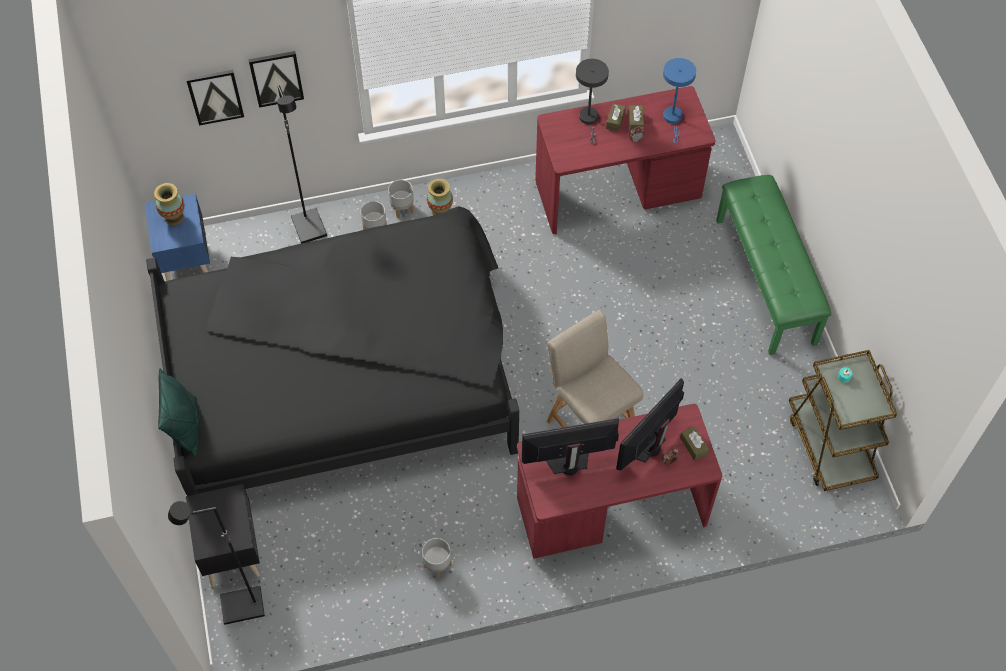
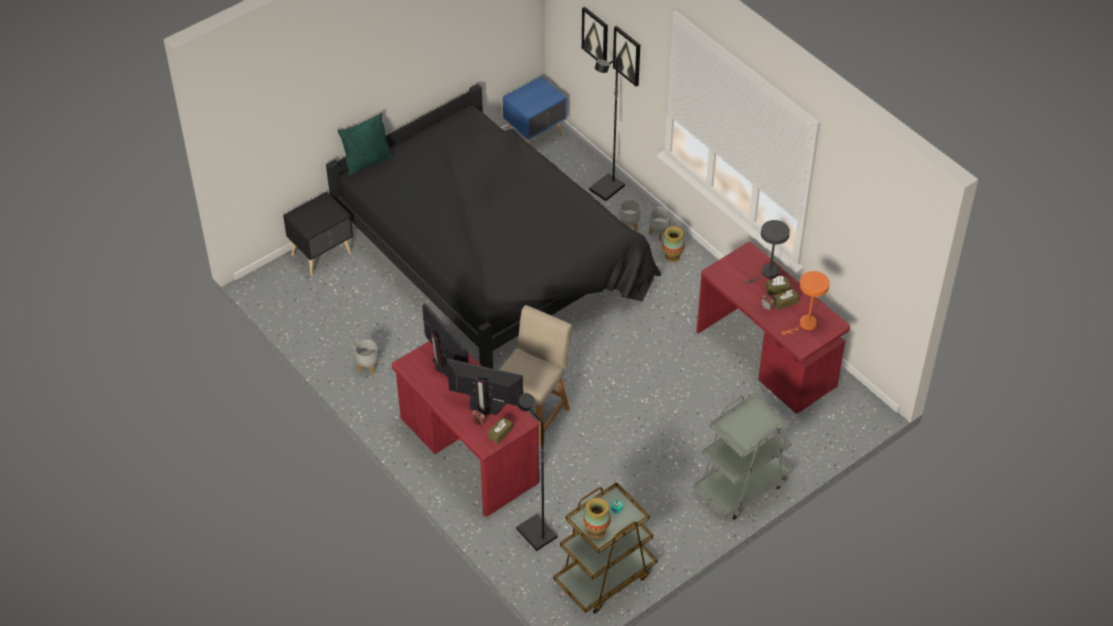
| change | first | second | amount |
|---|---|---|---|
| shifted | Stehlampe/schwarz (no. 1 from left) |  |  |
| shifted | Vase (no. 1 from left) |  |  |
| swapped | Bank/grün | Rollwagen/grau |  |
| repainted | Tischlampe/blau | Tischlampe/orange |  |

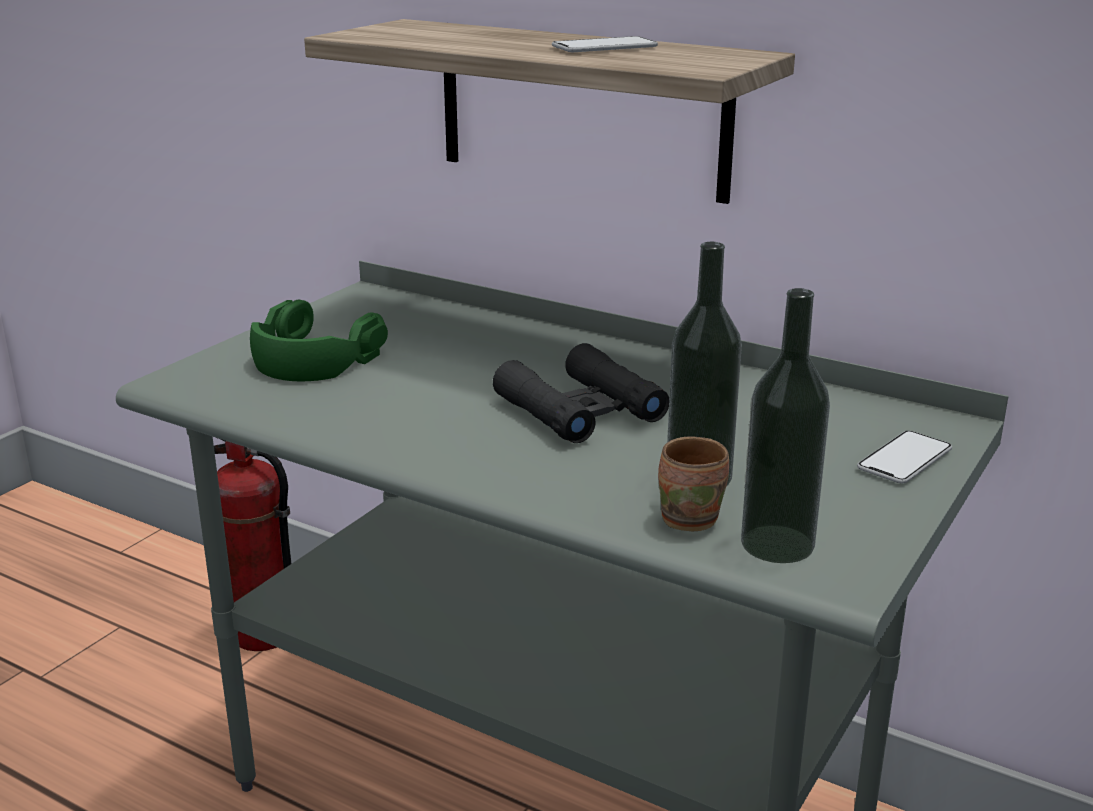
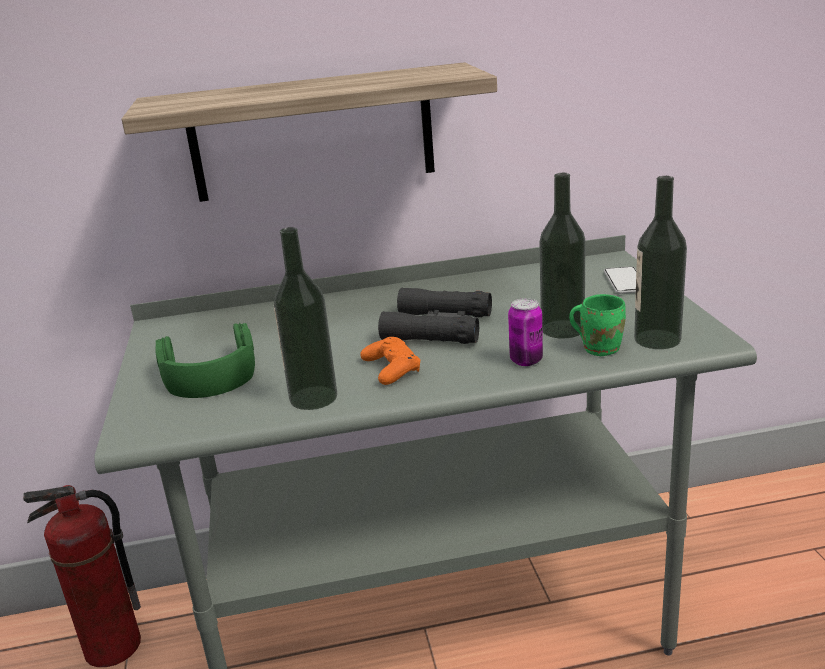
| change | first | second | amount |
|---|---|---|---|
| new |  | Flasche (no. 1 from left) |  |
| new |  | Gamepad/orange |  |
| new |  | Dose |  |
| repainted | Henkelbecher/braun | Henkelbecher/grün |  |
| gone | Handy (no. 1 from left) |  |  |

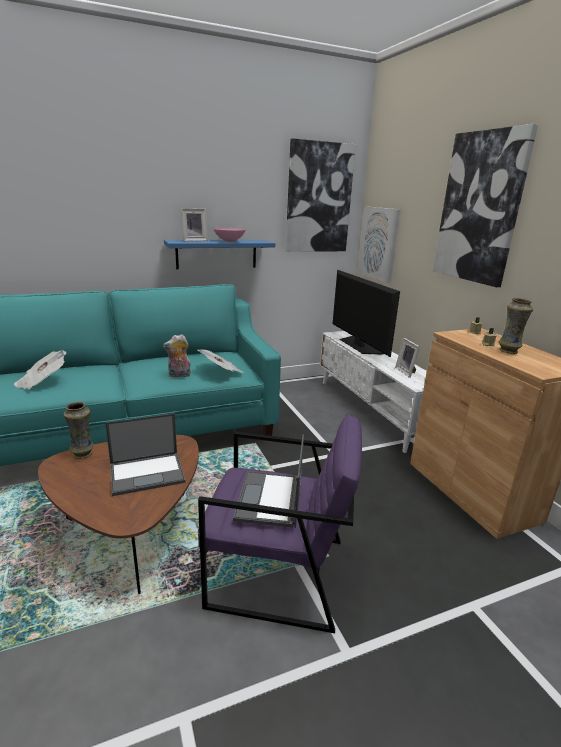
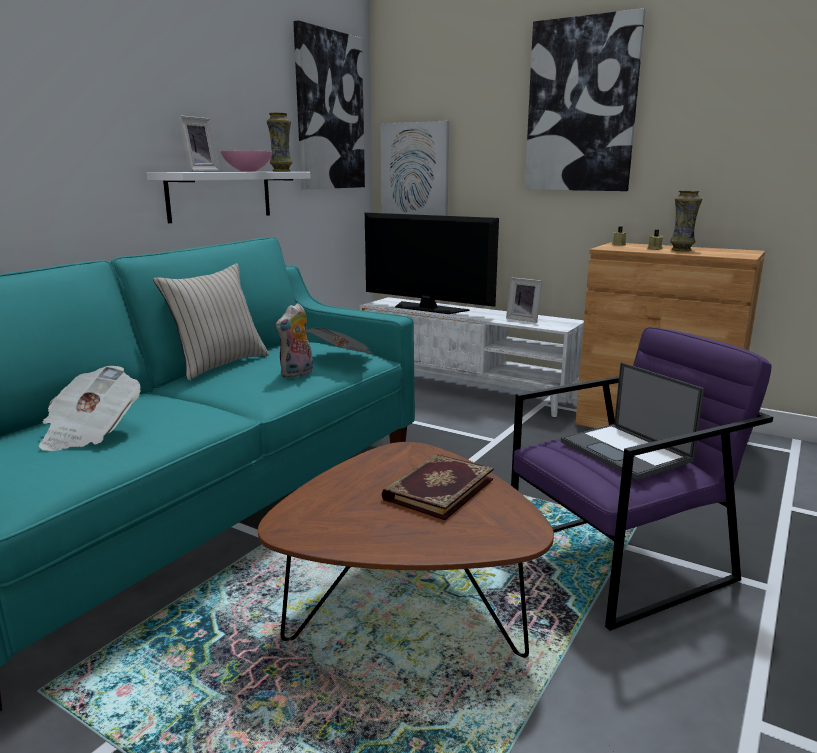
| change | first | second | amount |
|---|---|---|---|
| repainted | Wandregal/blau | Wandregal/weiß |  |
| new |  | Kissen/beige |  |
| shifted | Vase (no. 1 from left) |  |  |
| swapped | Laptop (no. 1 from left) | Buch |  |

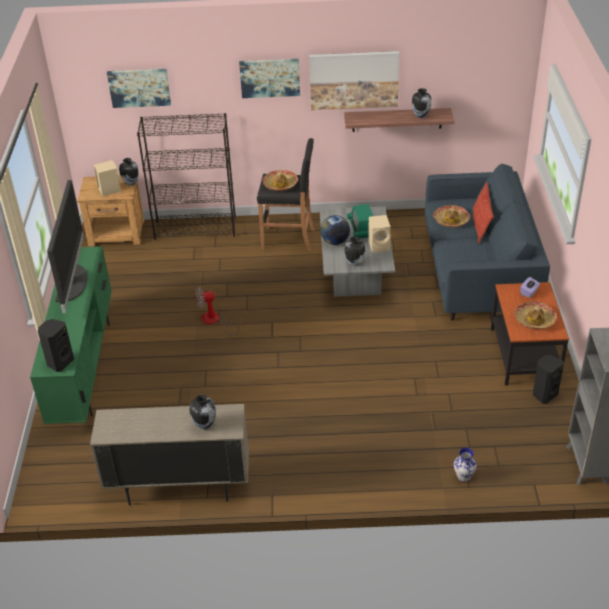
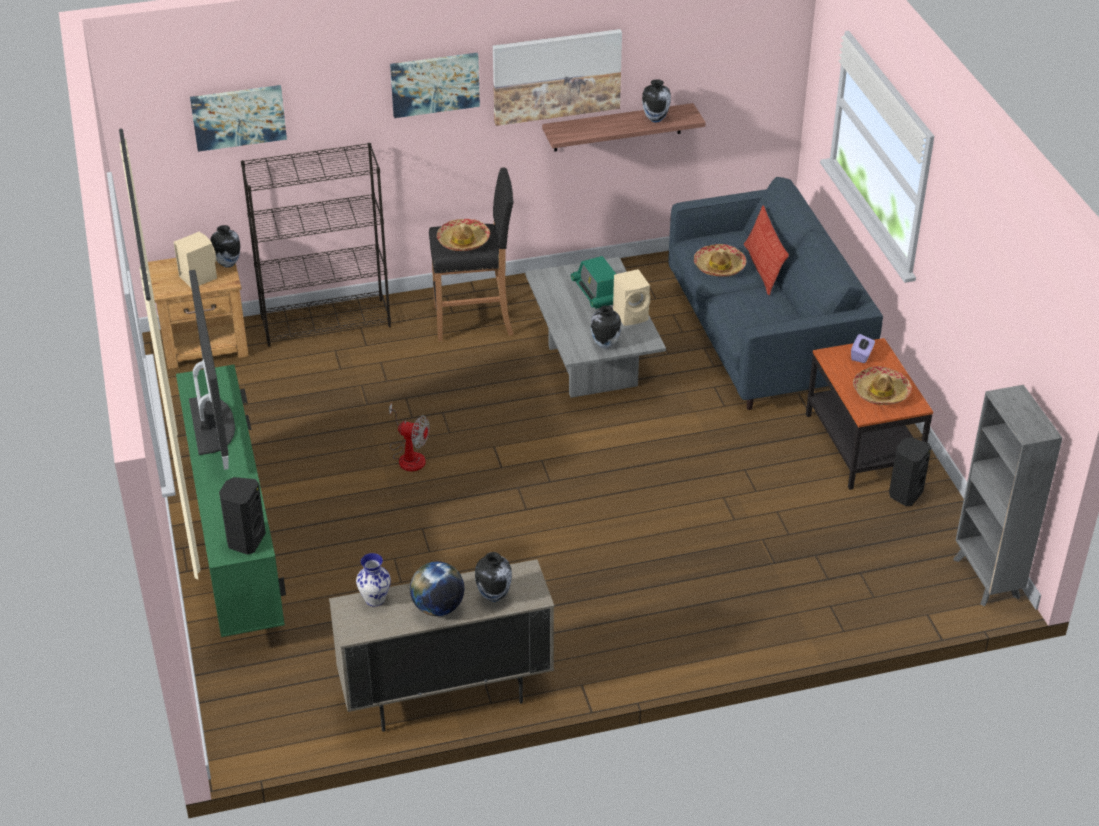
| change | first | second | amount |
|---|---|---|---|
| shifted | Vase (no. 5 from left in the first image) | Vase (no. 2 from left) |  |
| rotated | Ventilator |  | 135 degrees counterclockwise |
| shifted | Globus |  |  |

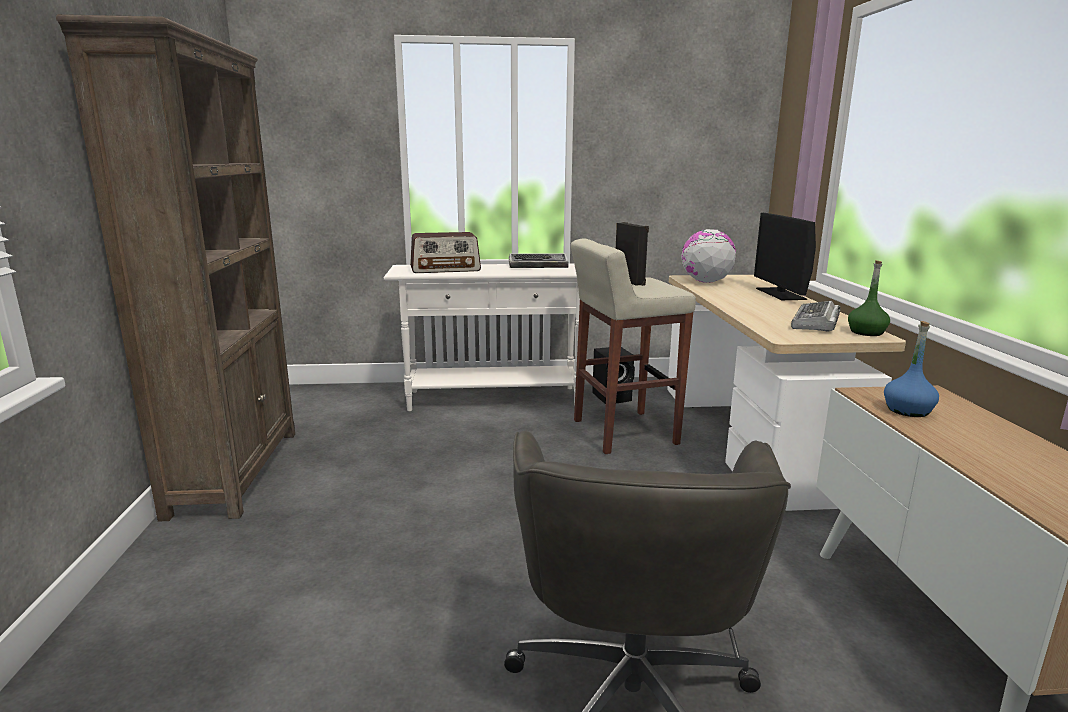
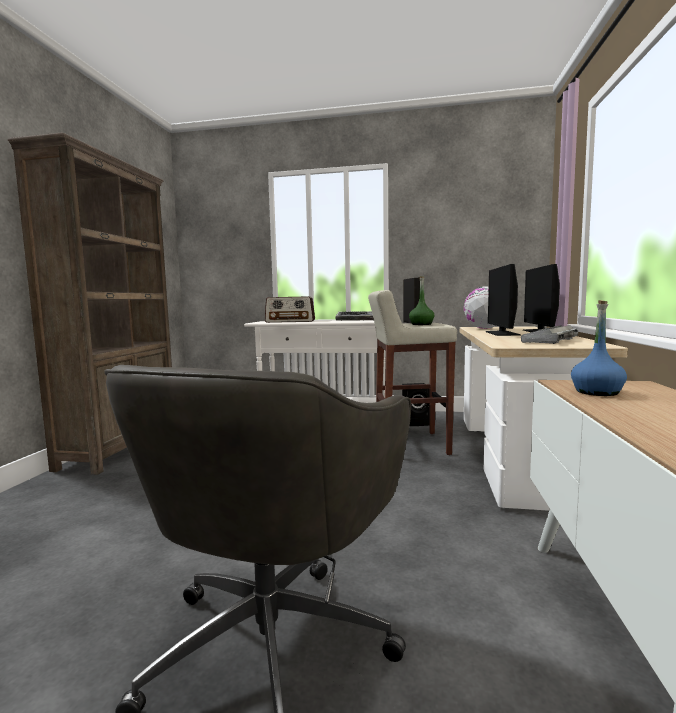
| change | first | second | amount |
|---|---|---|---|
| shifted | Flasche/grün |  |  |
| new |  | Monitor (no. 1 from left) |  |

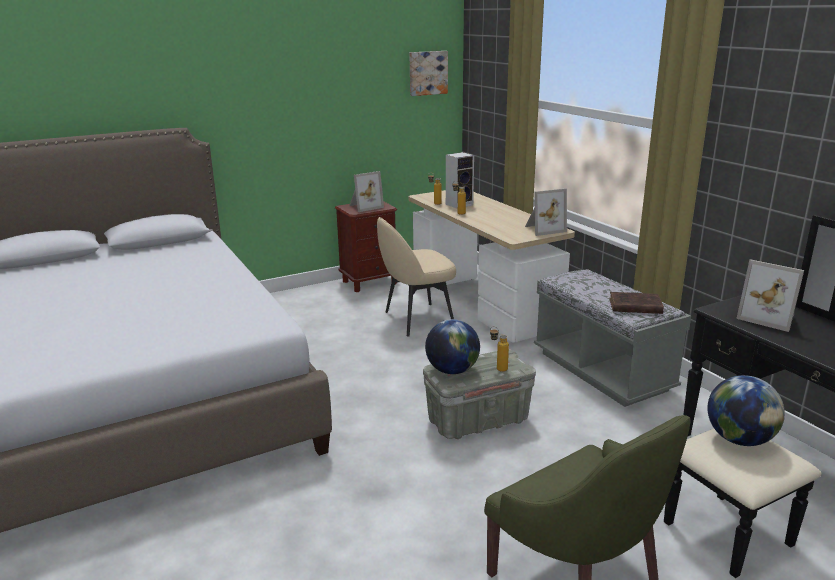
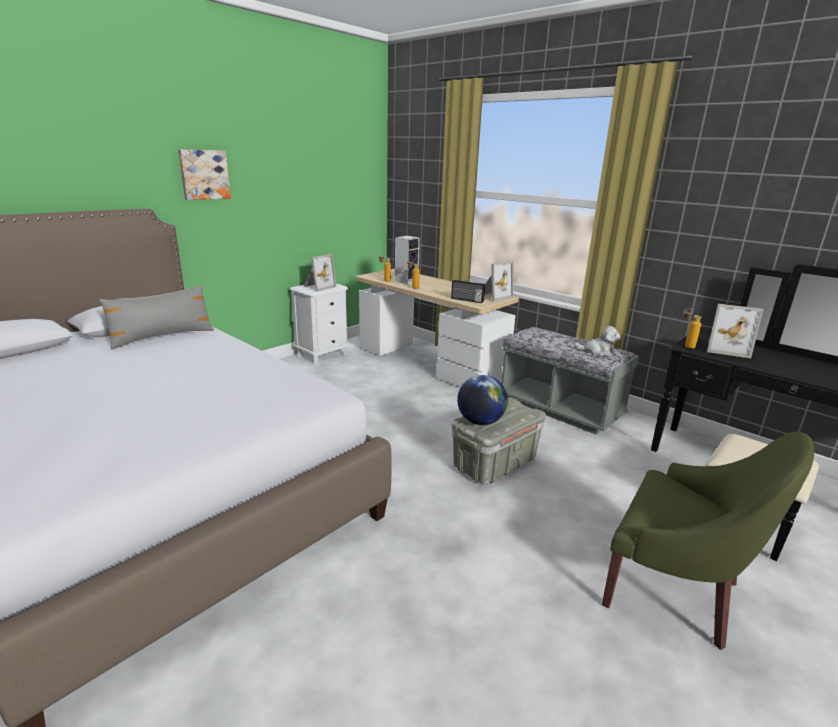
| change | first | second | amount |
|---|---|---|---|
| new |  | Kissen/grau |  |
| shifted | Bild |  |  |
| repainted | Nachttisch/braun | Nachttisch/weiß |  |
| new |  | Radio |  |
| swapped | Buch/braun | Plüschtier |  |
| shifted | Flasche (no. 3 from left) |  |  |
| gone | Stuhl/beige |  |  |
| gone | Globus (no. 2 from left) |  |  |

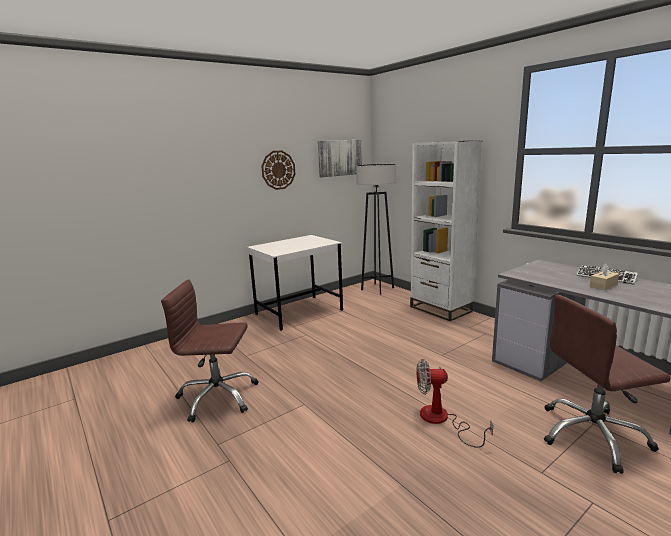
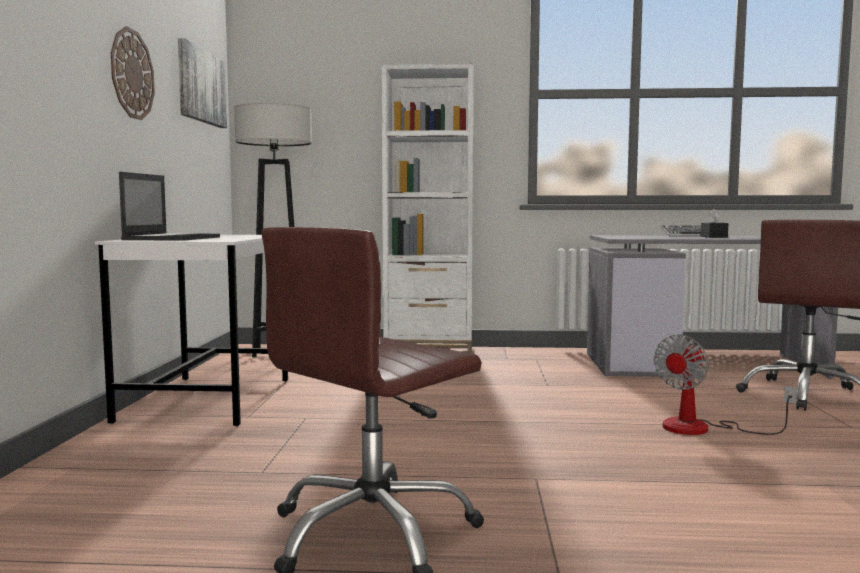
| change | first | second | amount |
|---|---|---|---|
| new |  | Laptop |  |
| repainted | Taschentuchbox/beige | Taschentuchbox/schwarz |  |

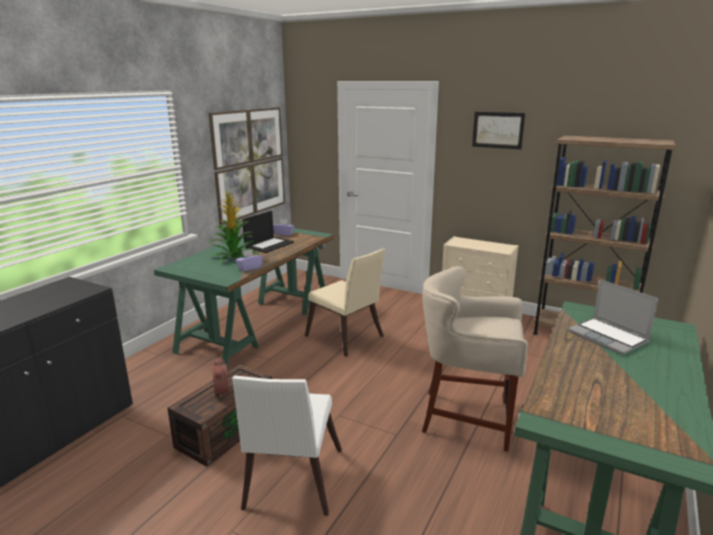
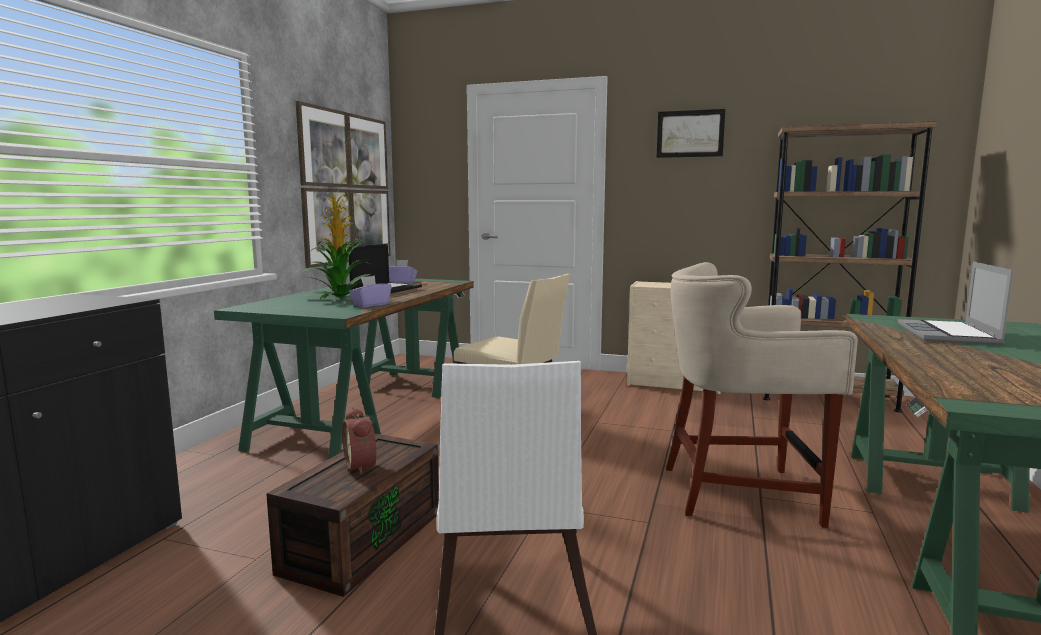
| change | first | second | amount |
|---|---|---|---|
| rotated | Laptop (no. 2 from left) |  | 60 degrees clockwise |

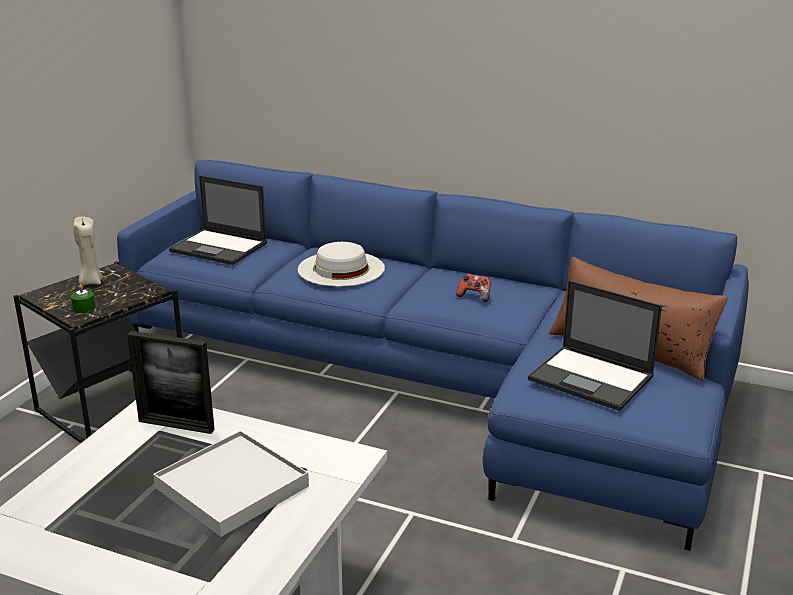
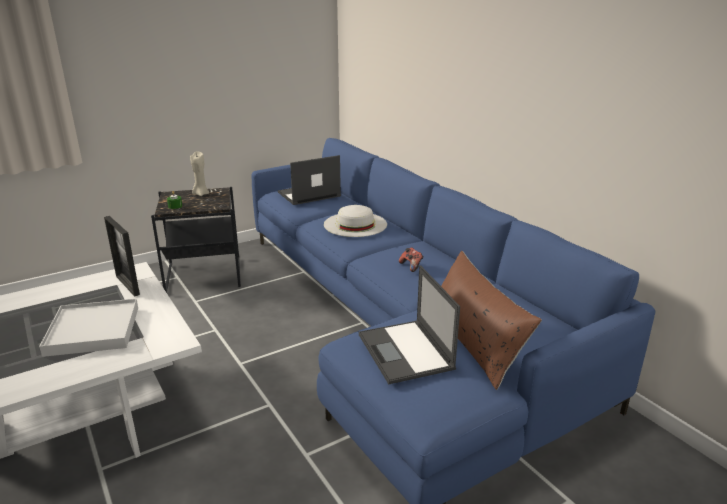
| change | first | second | amount |
|---|---|---|---|
| rotated | Laptop (no. 1 from left) |  | 90 degrees clockwise |

